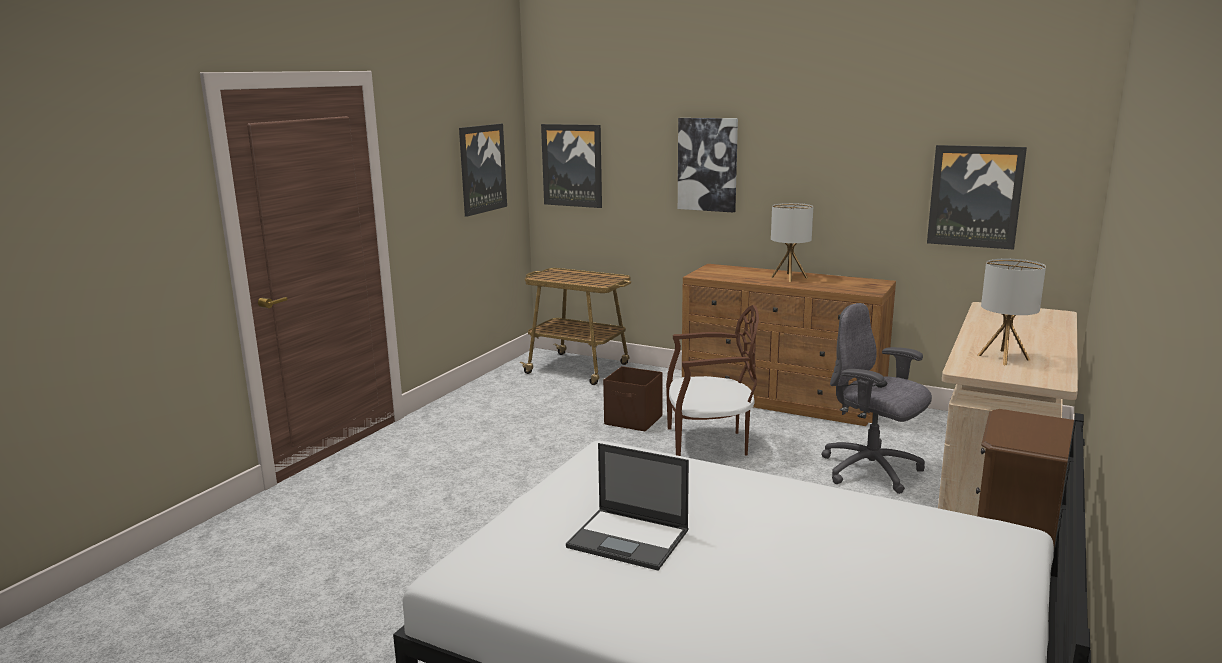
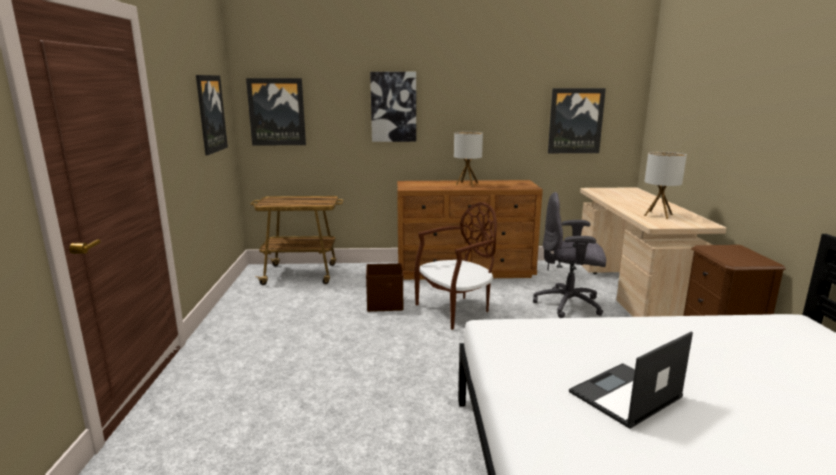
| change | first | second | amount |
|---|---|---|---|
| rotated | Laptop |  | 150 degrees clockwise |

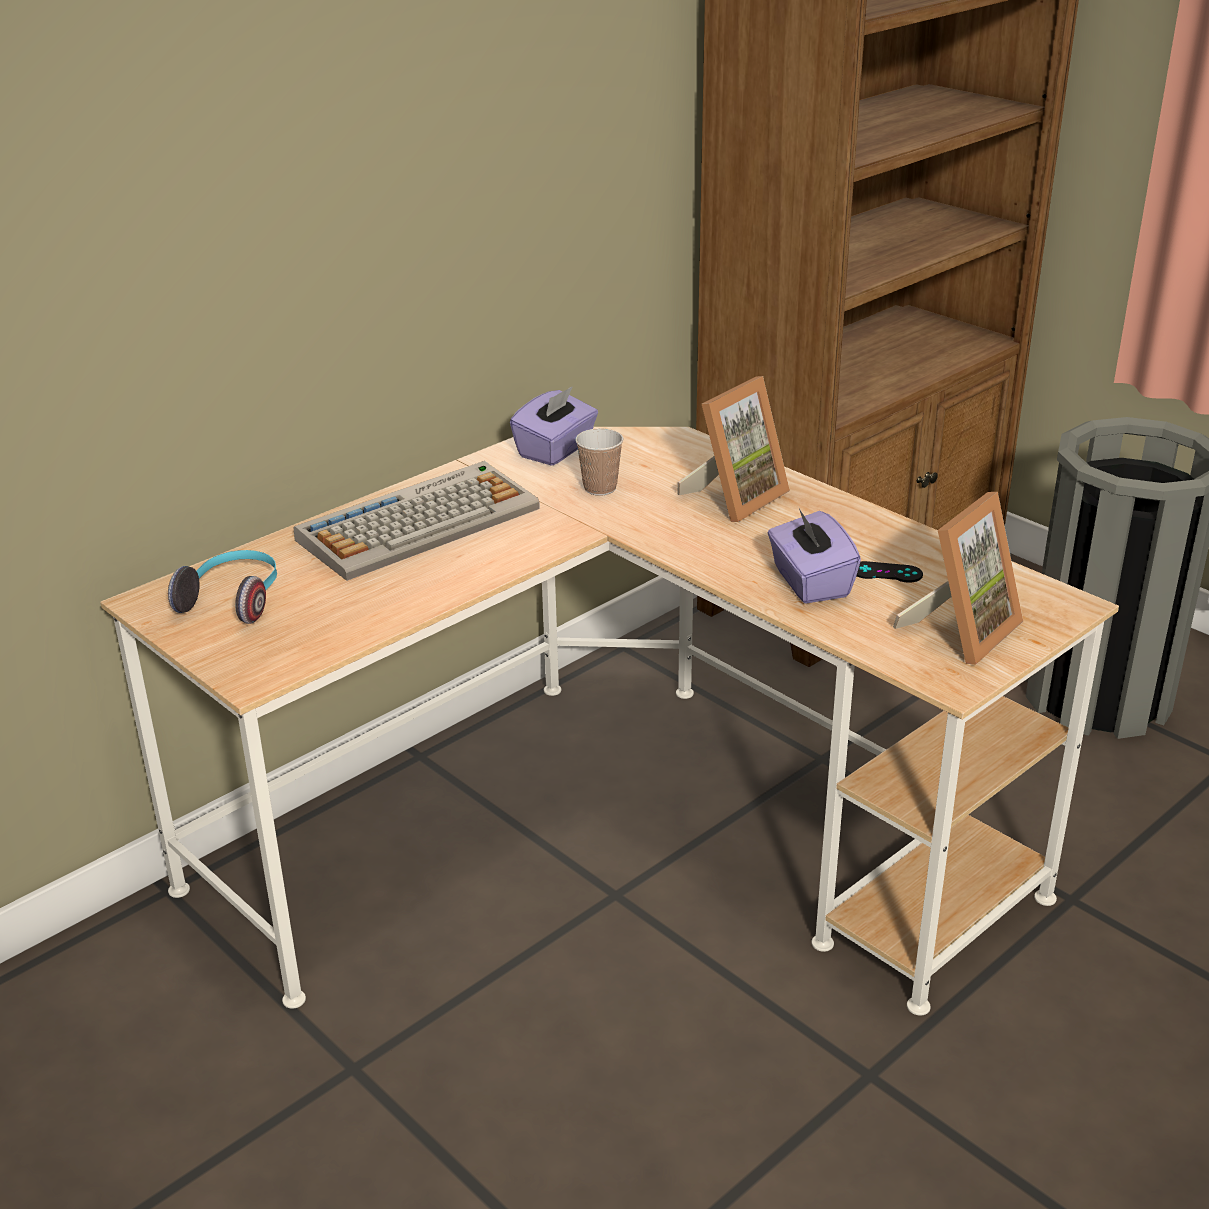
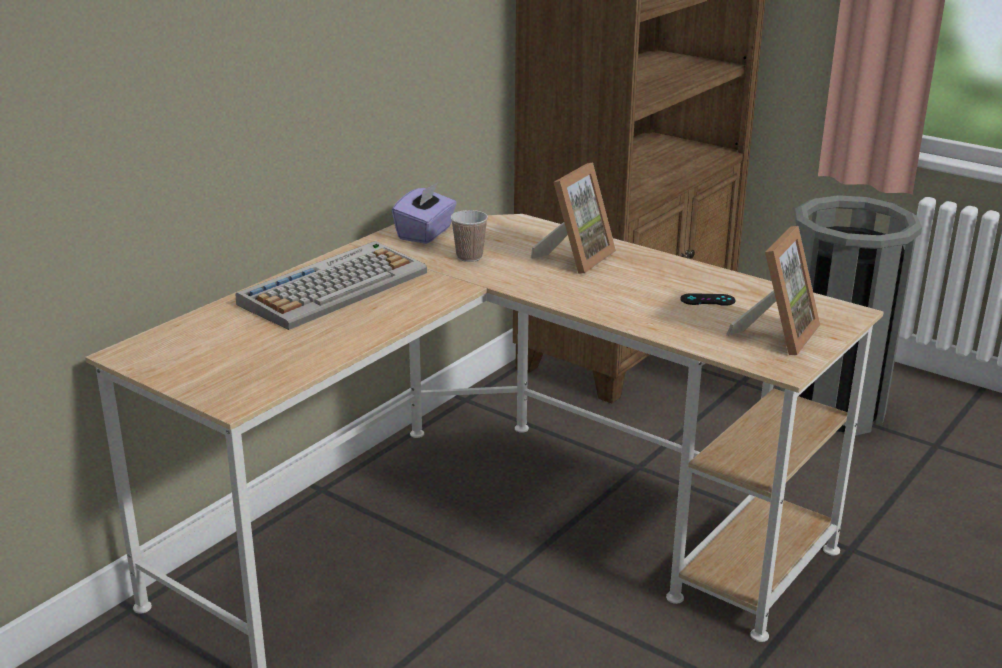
| change | first | second | amount |
|---|---|---|---|
| gone | Kopfhörer |  |  |
| gone | Taschentuchbox/lila (no. 2 from left) |  |  |

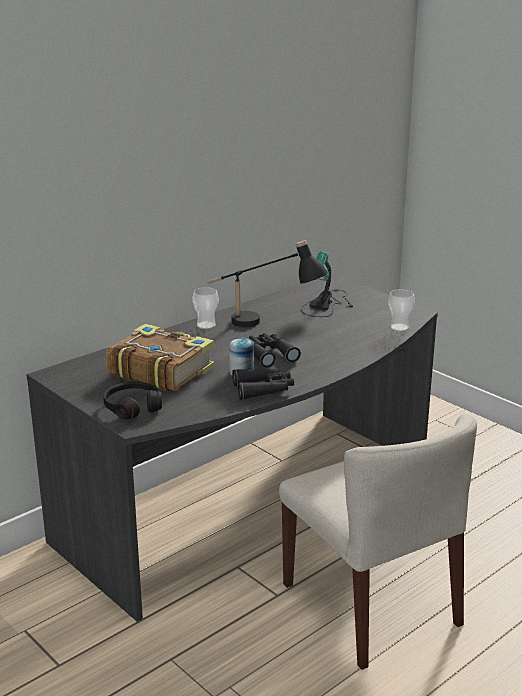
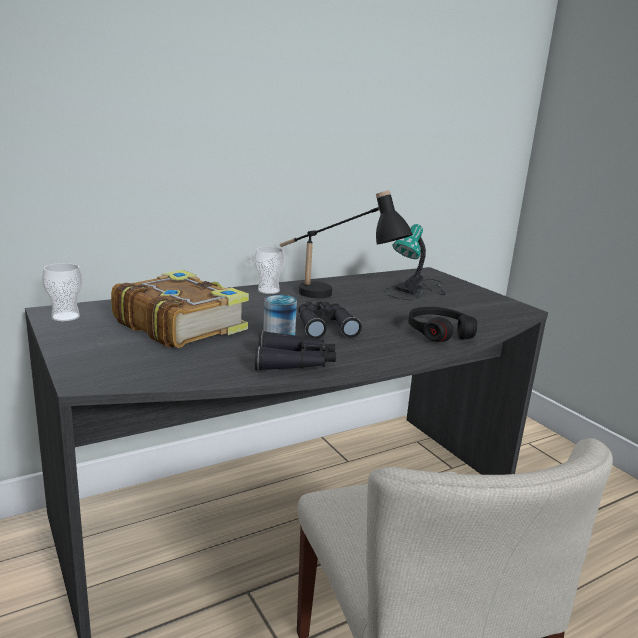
| change | first | second | amount |
|---|---|---|---|
| shifted | Tasse (no. 2 from left in the first image) | Tasse (no. 1 from left) |  |
| shifted | Kopfhörer/schwarz |  |  |

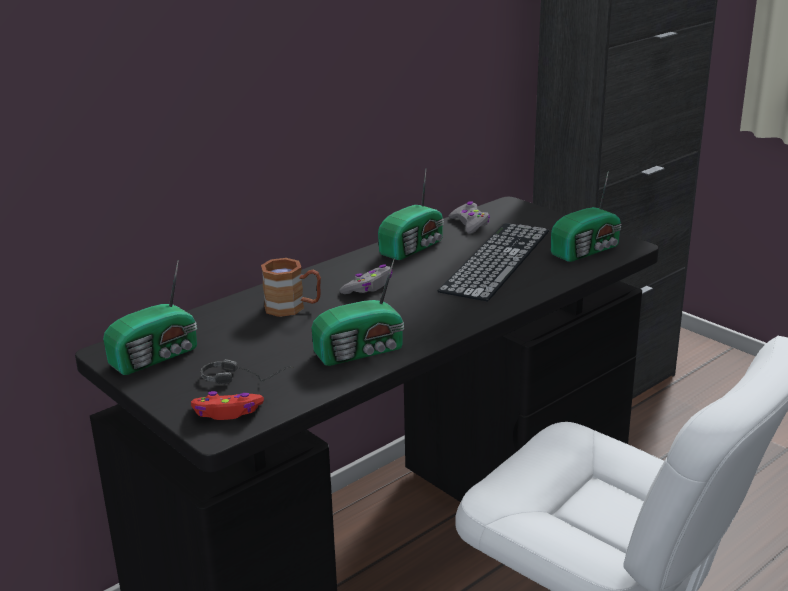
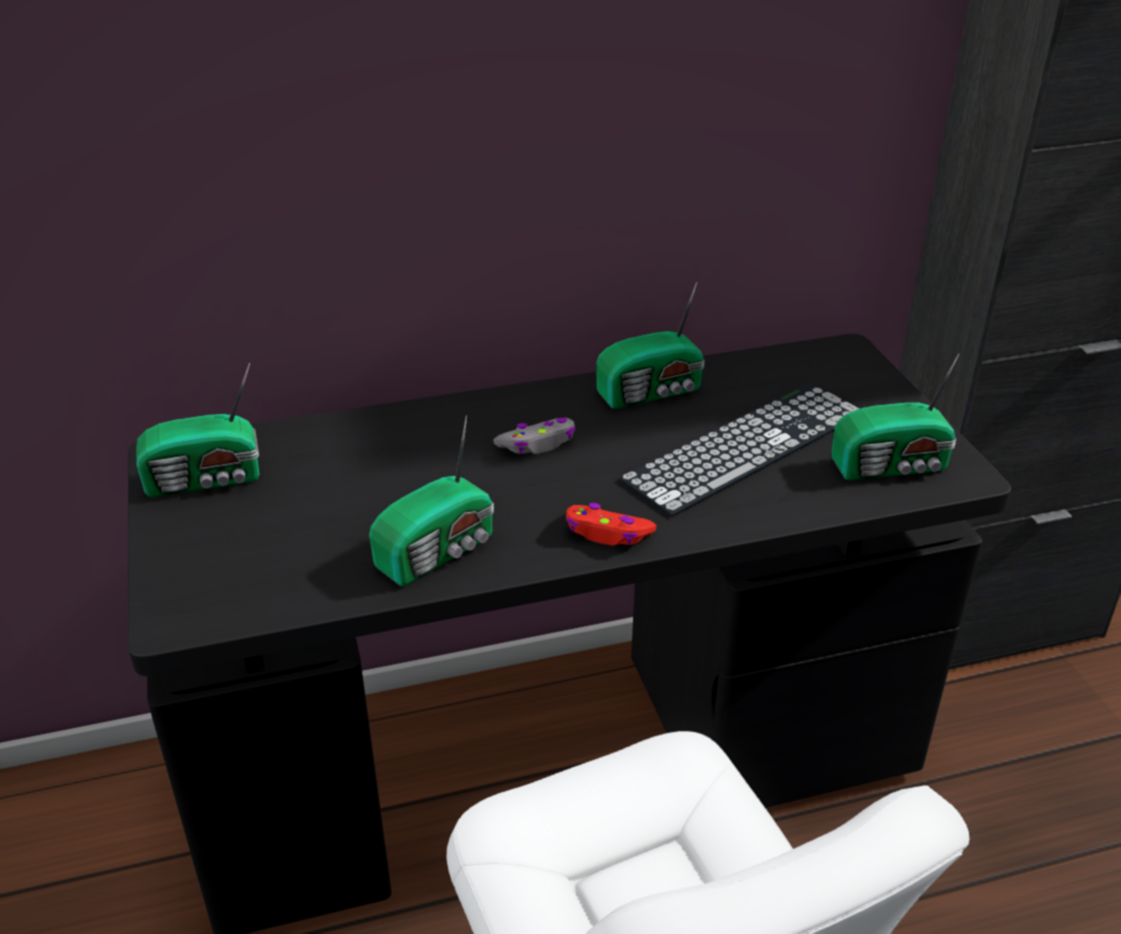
| change | first | second | amount |
|---|---|---|---|
| rotated | Radio (no. 2 from left) |  | 45 degrees counterclockwise |
| shifted | Gamepad/rot |  |  |
| gone | Kopfhörer |  |  |
| gone | Henkelbecher/braun |  |  |
| gone | Gamepad/grau (no. 2 from left) |  |  |

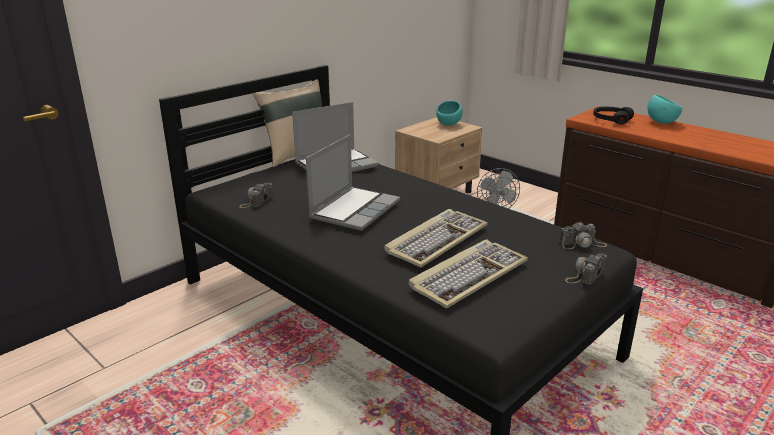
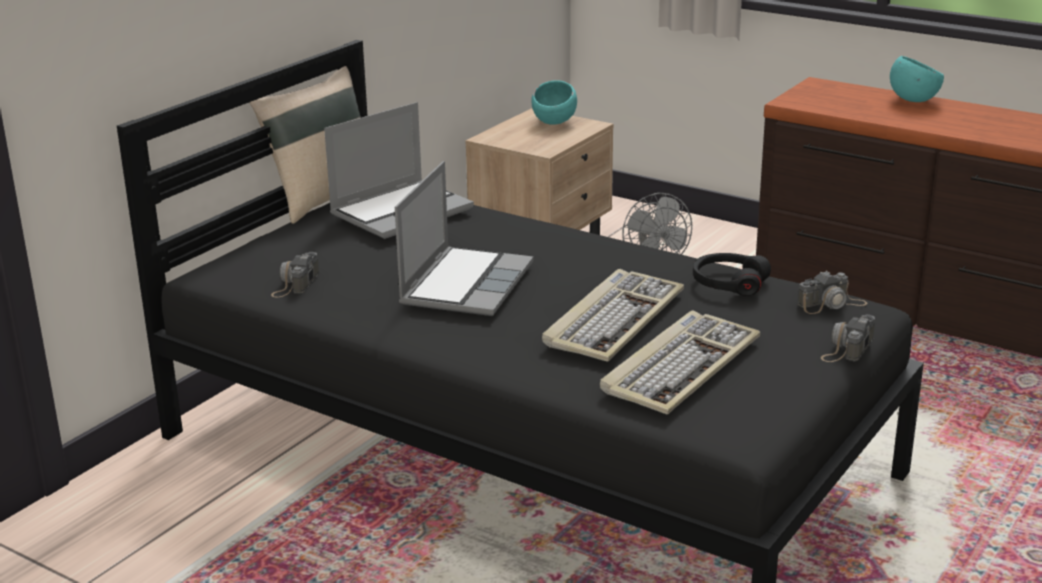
| change | first | second | amount |
|---|---|---|---|
| shifted | Kopfhörer/schwarz |  |  |

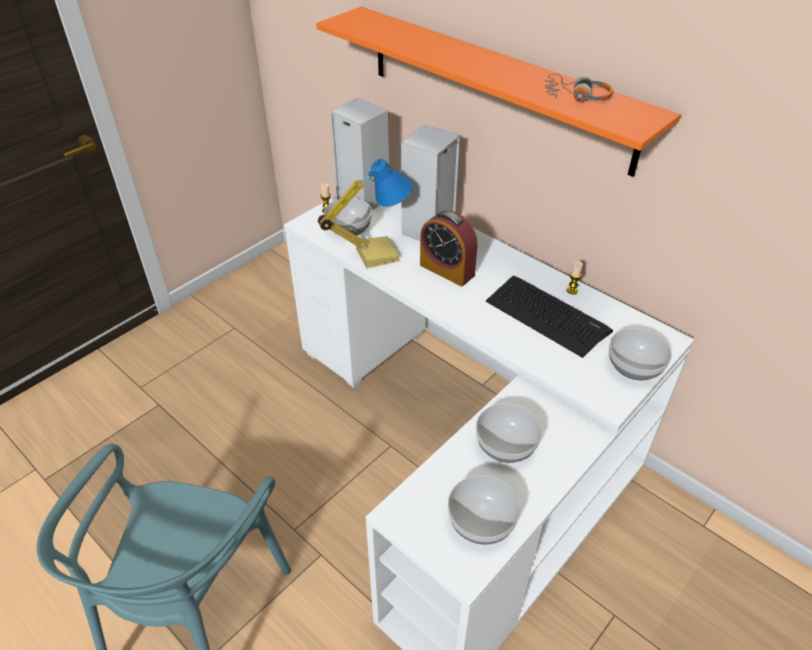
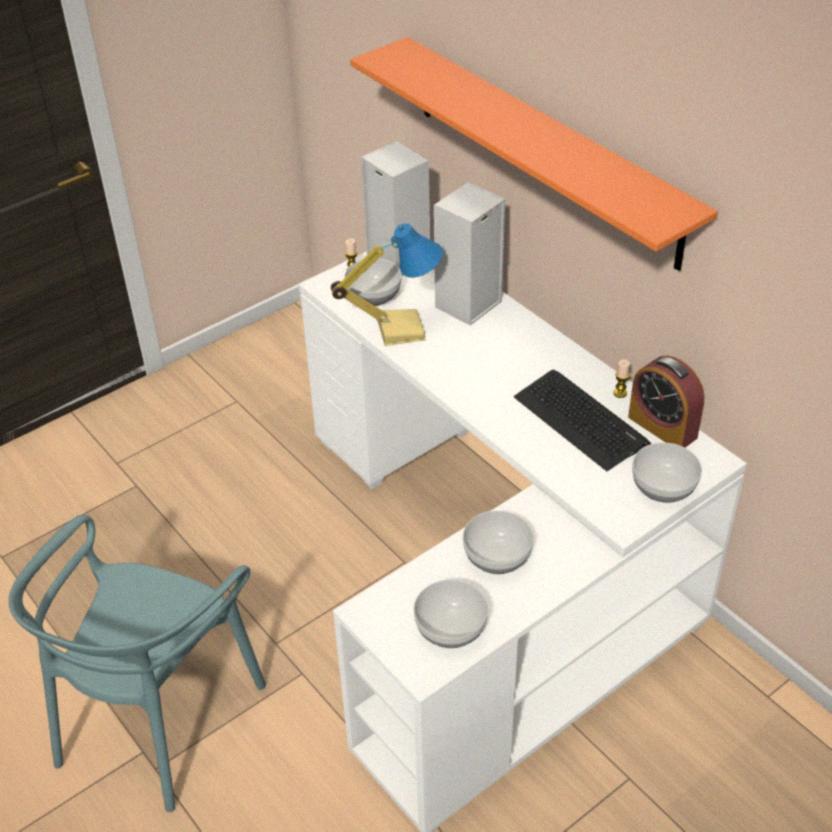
| change | first | second | amount |
|---|---|---|---|
| shifted | Wecker |  |  |
| gone | Kopfhörer |  |  |

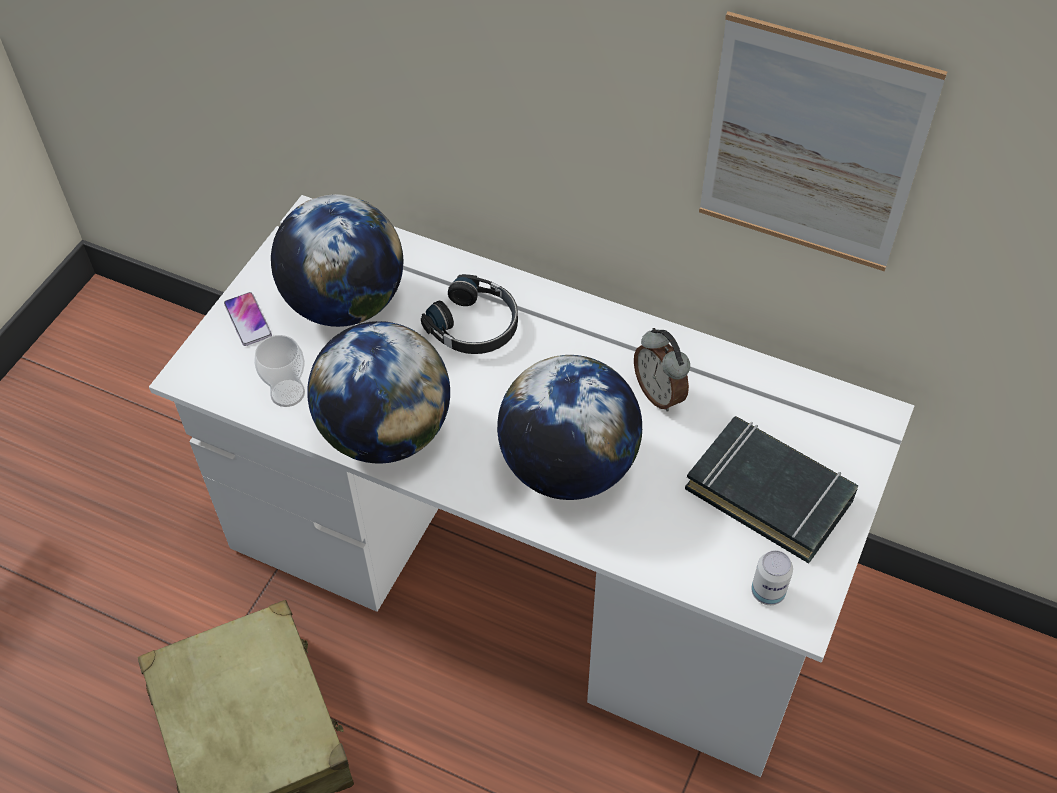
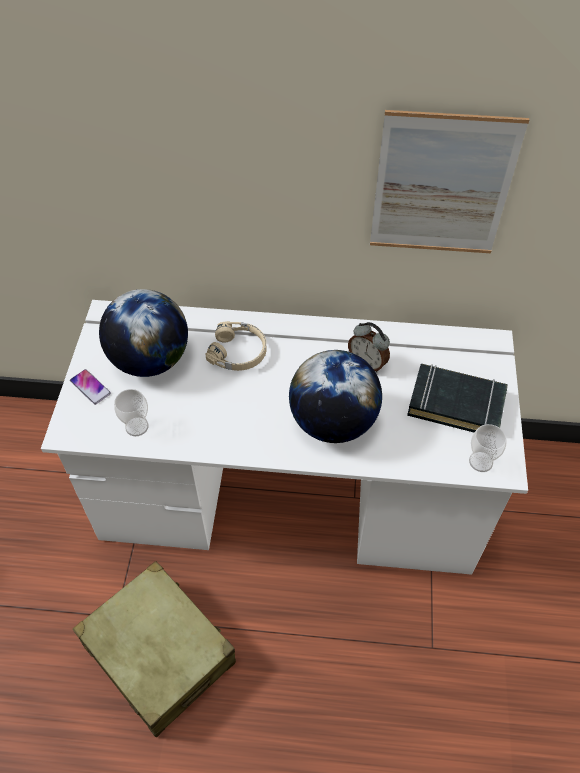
| change | first | second | amount |
|---|---|---|---|
| repainted | Kopfhörer/schwarz | Kopfhörer/beige |  |
| swapped | Dose | Tasse (no. 2 from left) |  |
| gone | Globus (no. 2 from left) |  |  |

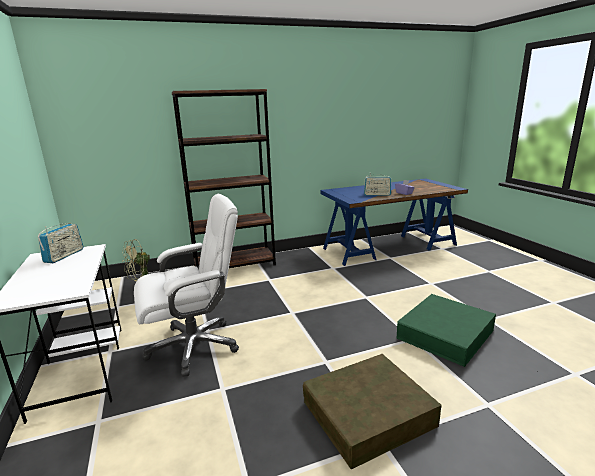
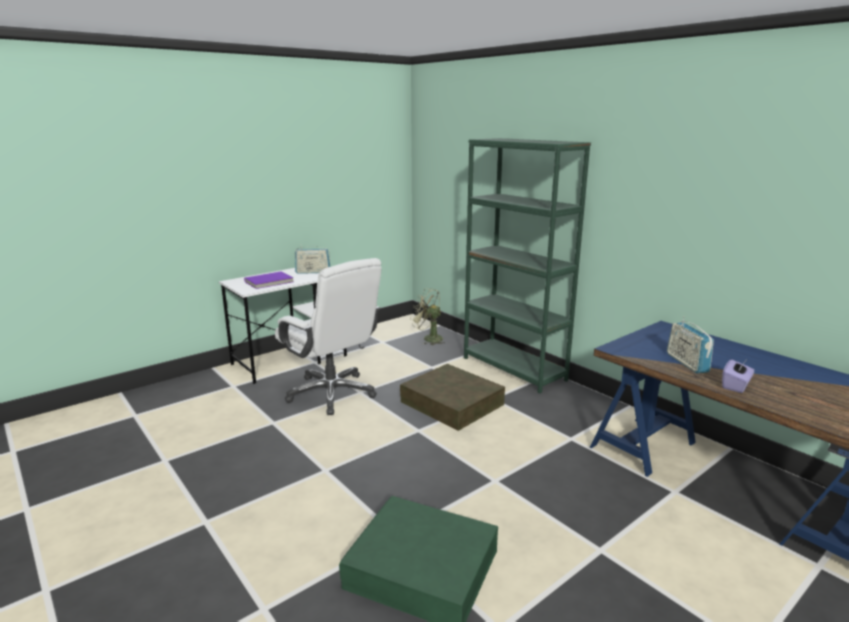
| change | first | second | amount |
|---|---|---|---|
| new |  | Buch/lila |  |
| shifted | Aufbewahrungsbox/braun |  |  |
| repainted | Bücherregal/braun | Bücherregal/grün |  |

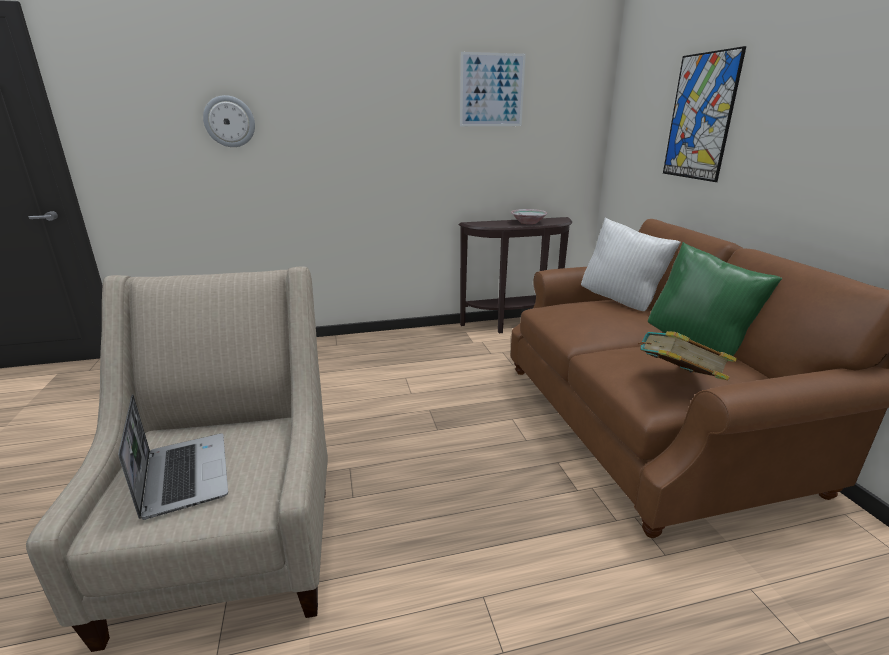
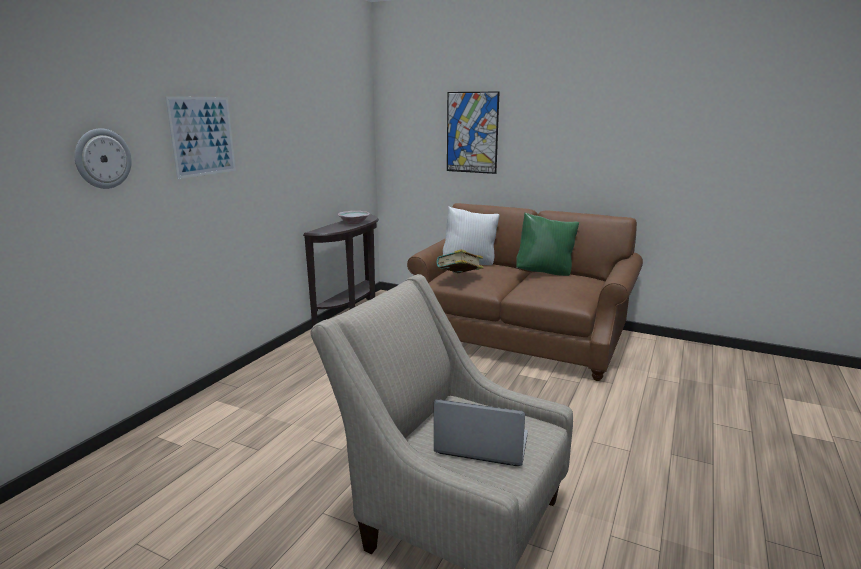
| change | first | second | amount |
|---|---|---|---|
| shifted | Bild (no. 1 from left) |  |  |
| shifted | Buch |  |  |

